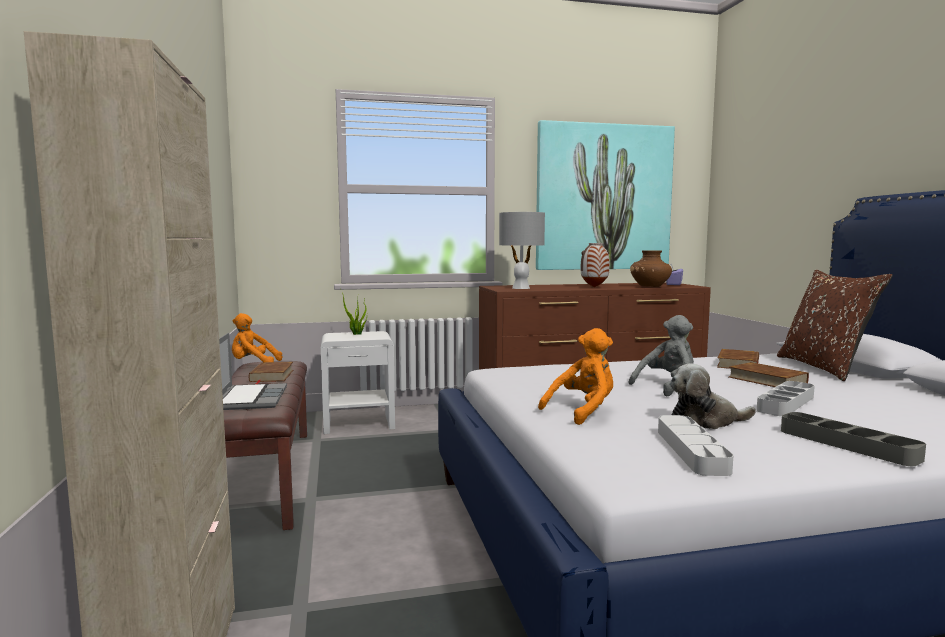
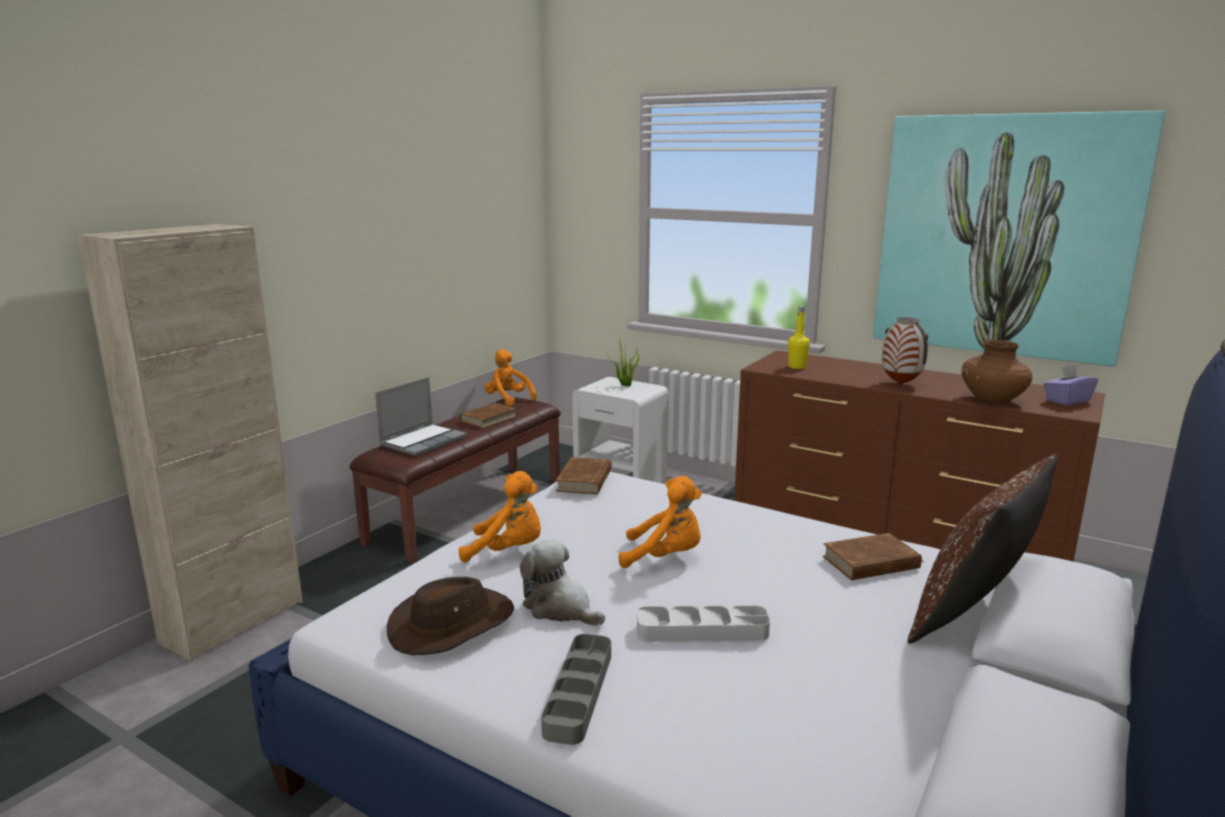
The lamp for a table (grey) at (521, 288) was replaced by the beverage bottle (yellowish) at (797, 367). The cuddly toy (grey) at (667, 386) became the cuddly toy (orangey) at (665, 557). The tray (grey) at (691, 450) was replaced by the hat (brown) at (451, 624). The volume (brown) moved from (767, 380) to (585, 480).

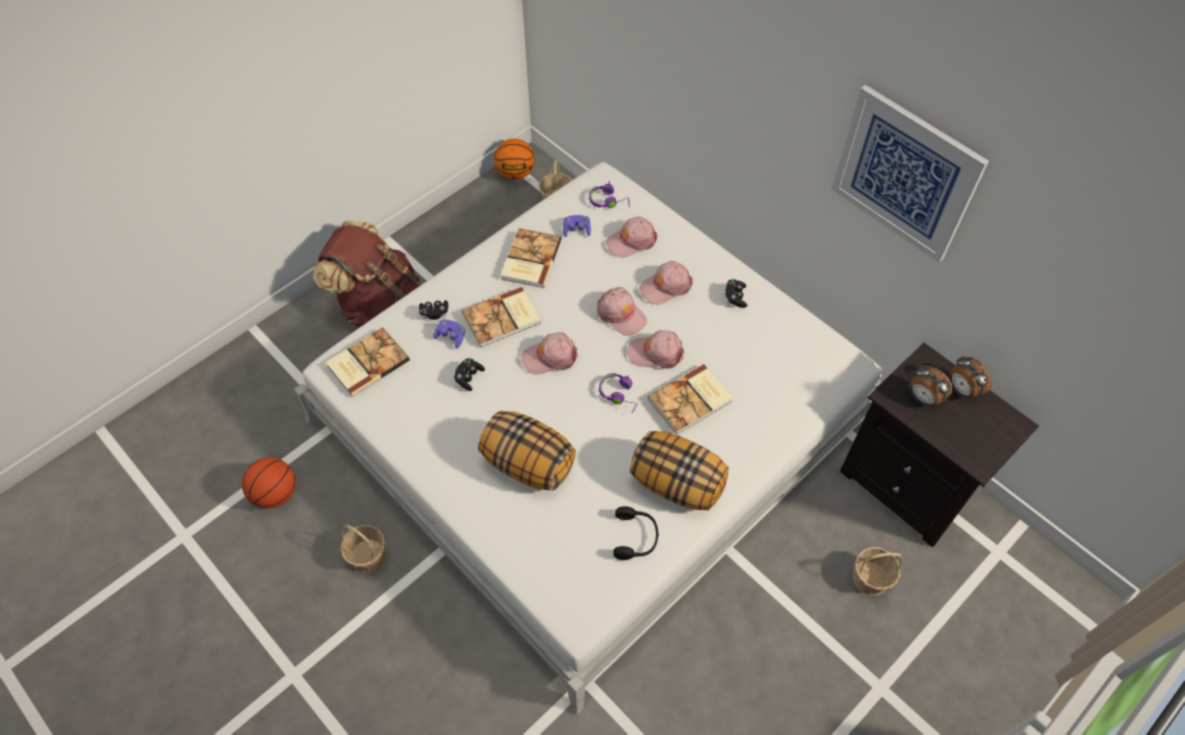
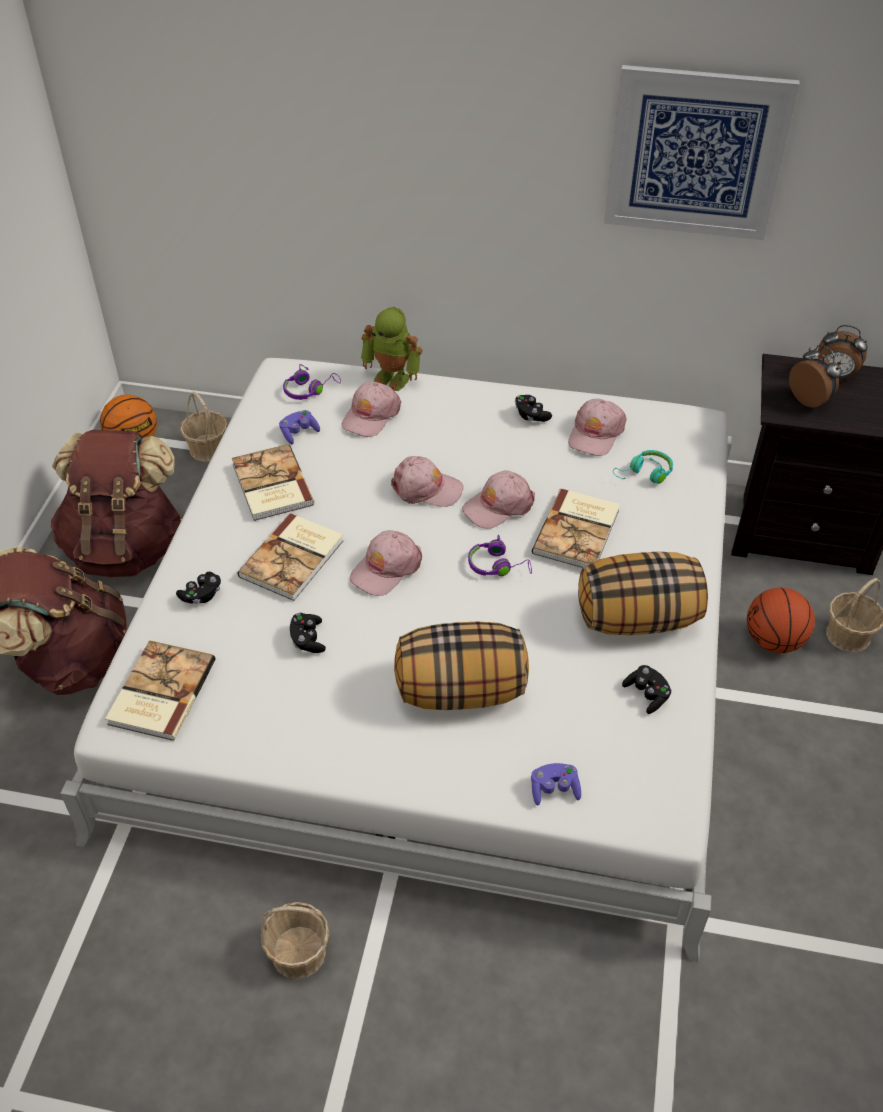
The ball for basketball moved from (275, 494) to (774, 640). The game controller (purplish) moved from (451, 337) to (554, 790). The pair of headphones (black) at (636, 537) was replaced by the game controller (black) at (647, 695). The baseball cap (pink-coloured) moved from (665, 286) to (595, 433). The alarm clock at (923, 398) turned 135 degrees counterclockwise. The backpack (brown) at (126, 547) appeared. The toy robot at (393, 378) appeared. The pair of headphones (turquoise) at (645, 474) appeared.

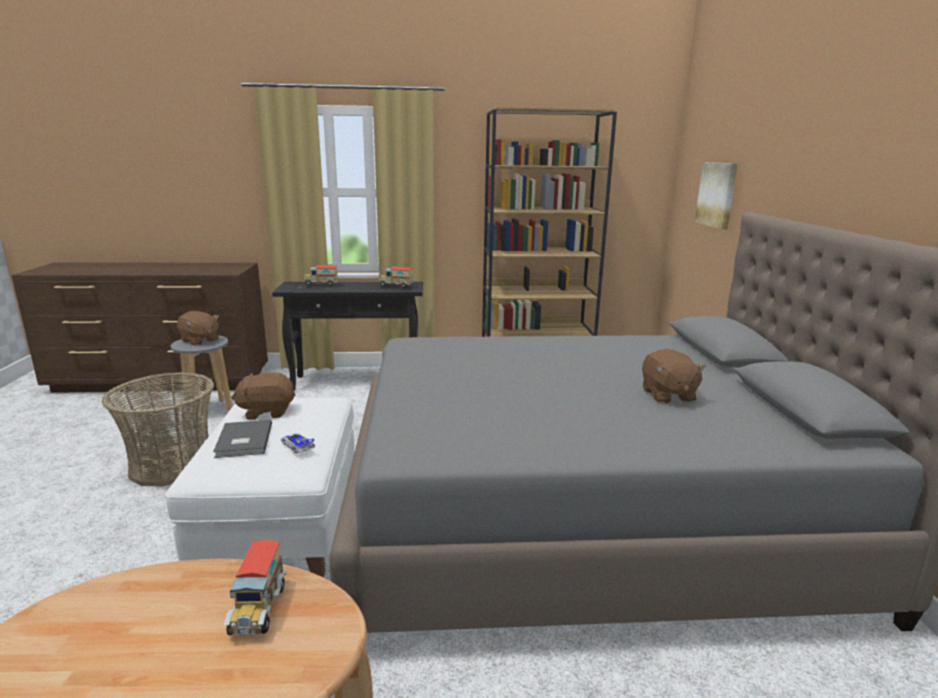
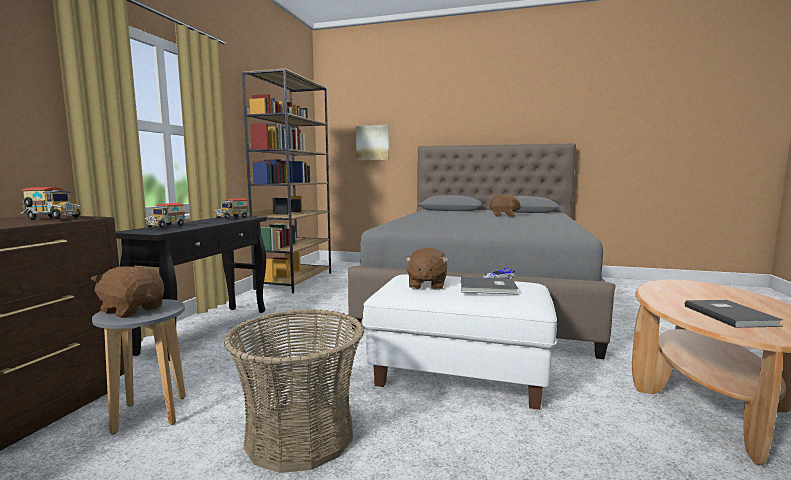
The cuddly toy (brown) at (199, 340) turned 120 degrees counterclockwise. The toy lorry moved from (257, 609) to (52, 219). The volume (grey) at (730, 315) appeared.

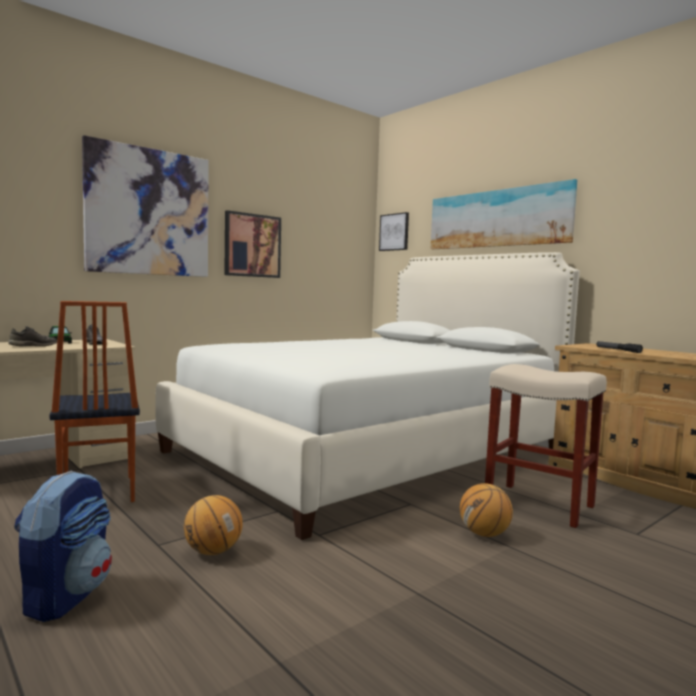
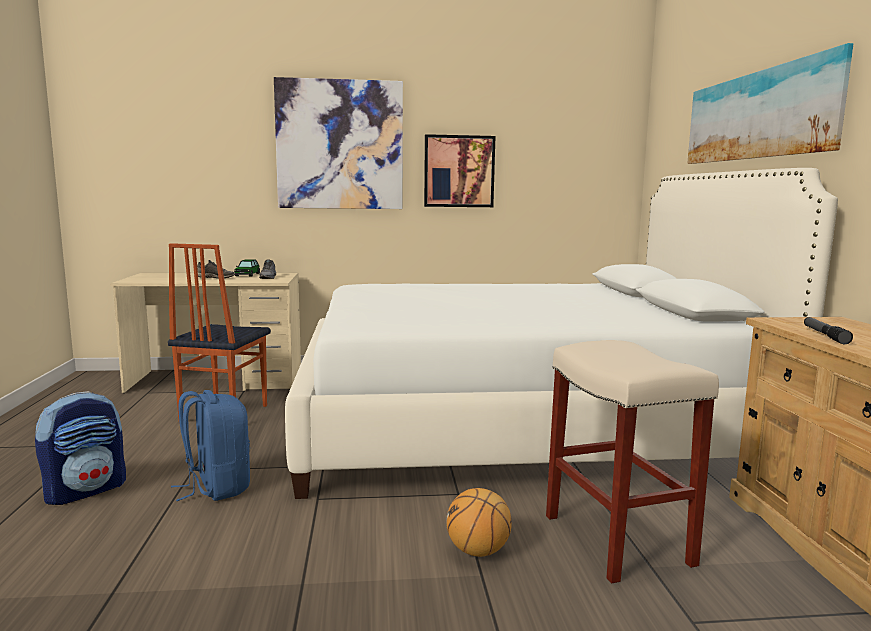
The ball for basketball at (212, 551) was replaced by the backpack (bluish) at (216, 487). The wall art at (394, 232) disappeared.

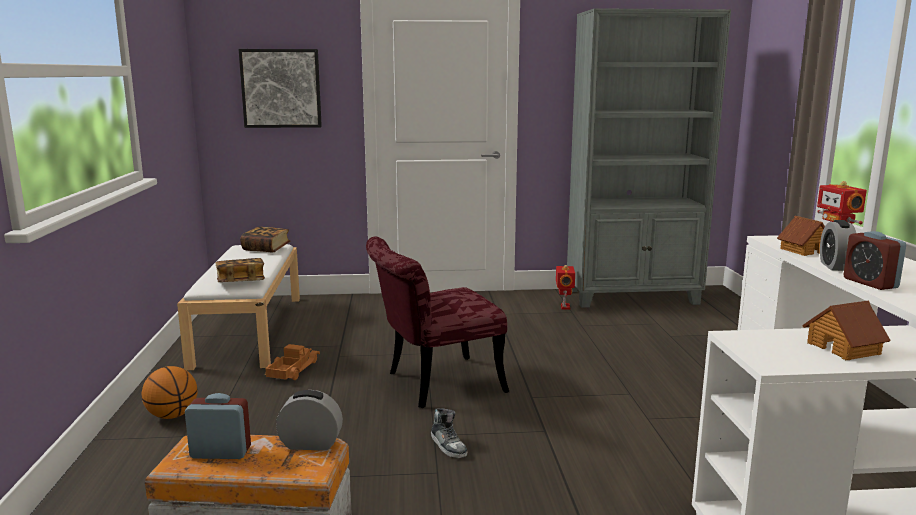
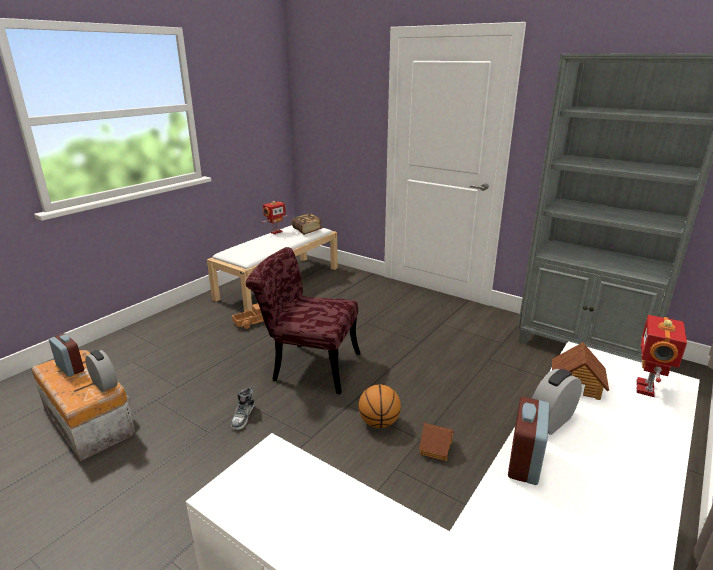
The ball for basketball moved from (172, 415) to (379, 422). The volume at (241, 282) disappeared. The wall art at (281, 88) disappeared. The toy robot moved from (564, 307) to (276, 232). The miniature house moved from (844, 348) to (436, 448).

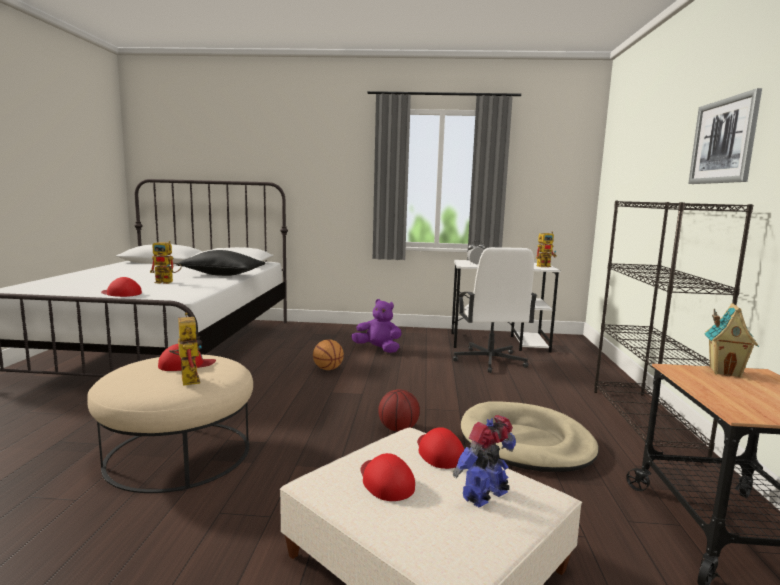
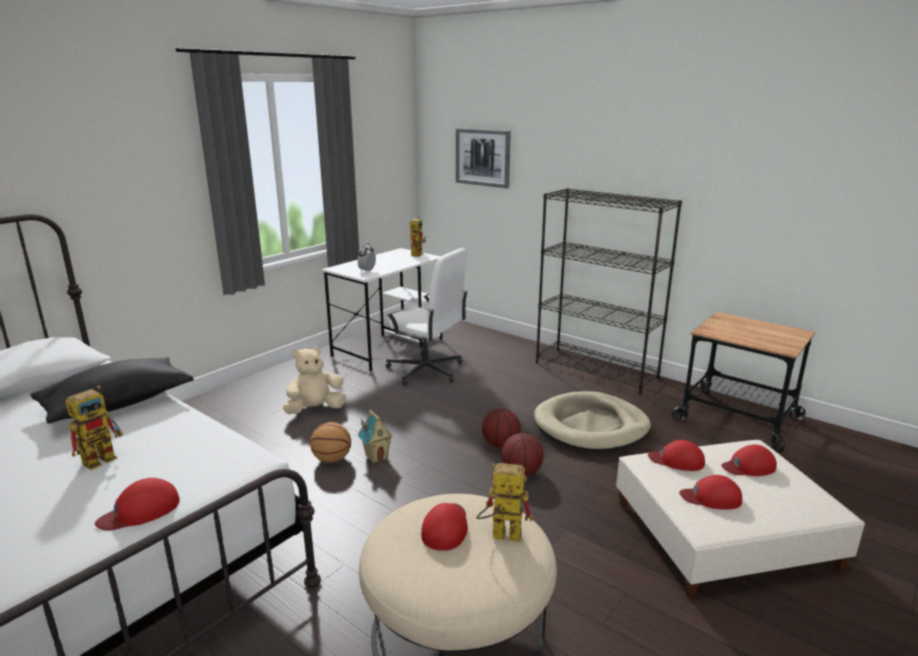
The cuddly toy (purplish) at (378, 349) became the cuddly toy (beige) at (315, 409). The toy robot at (486, 496) was replaced by the baseball cap (reddish) at (748, 466). The wall art moved from (723, 141) to (482, 157). The miniature house moved from (725, 372) to (376, 457). The ball for basketball at (500, 444) appeared.

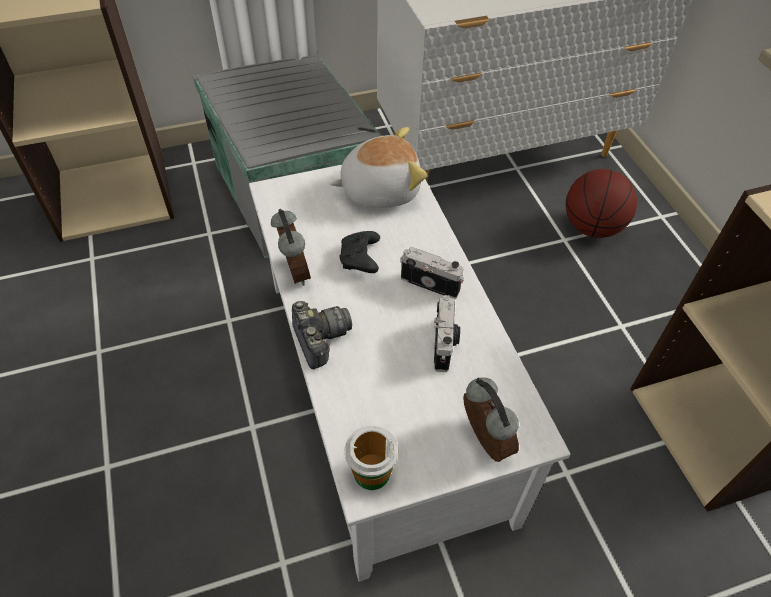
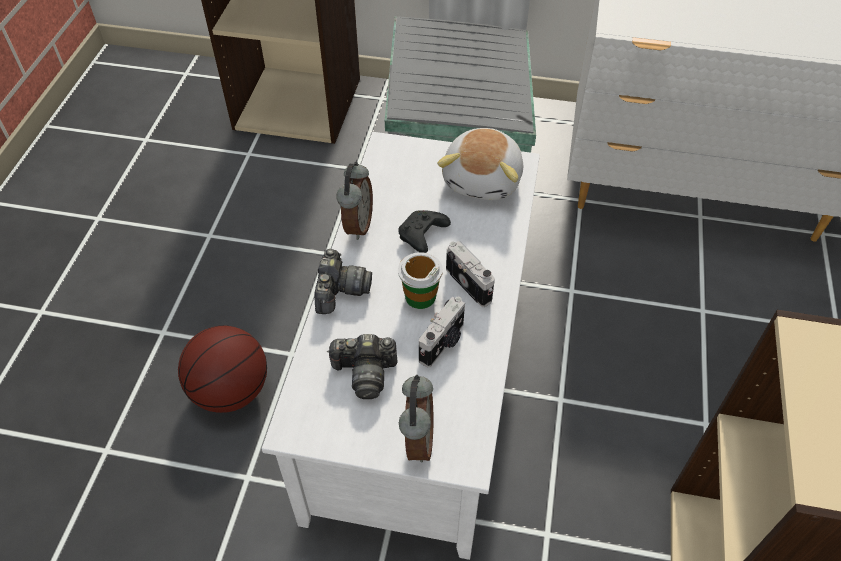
The cuddly toy at (379, 189) turned 90 degrees clockwise. The small cup moved from (371, 472) to (420, 296). The ball for basketball moved from (592, 227) to (231, 391). The still camera at (365, 373) appeared.

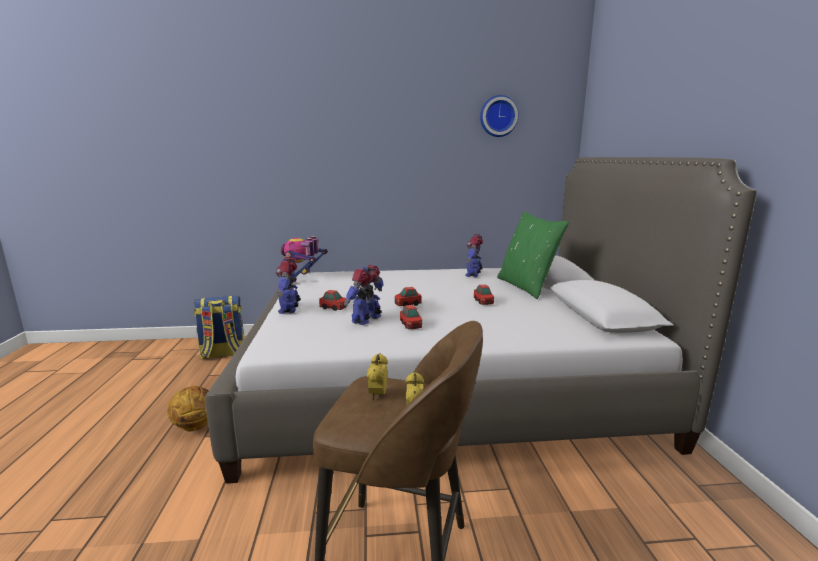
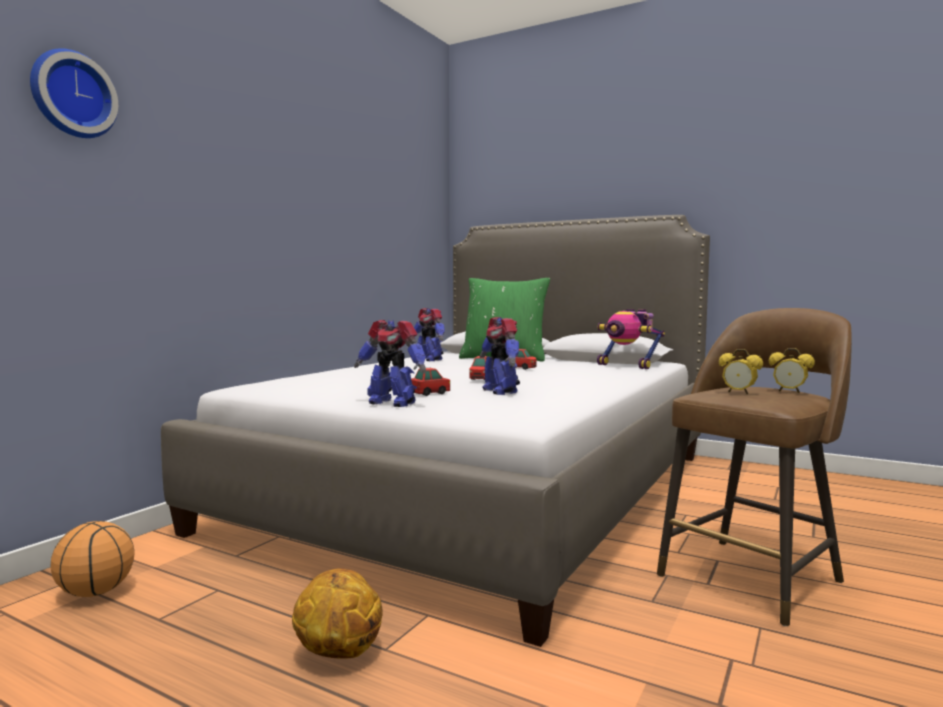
The backpack at (223, 354) was replaced by the ball for basketball at (95, 593). The toy robot moved from (304, 278) to (627, 366). The toy car at (411, 325) disappeared. The wall clock moved from (498, 116) to (72, 95).

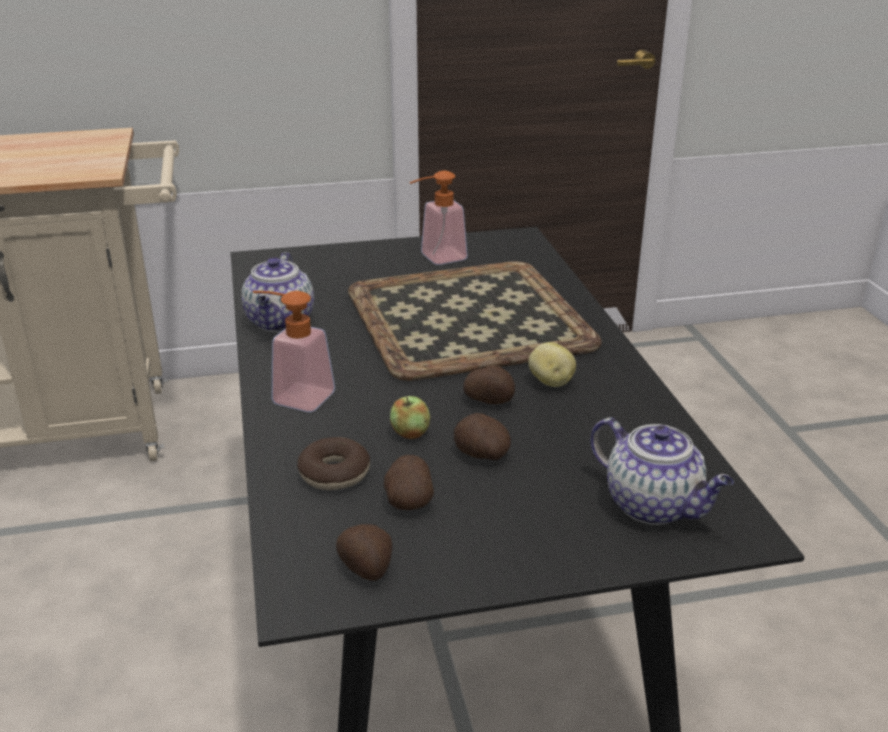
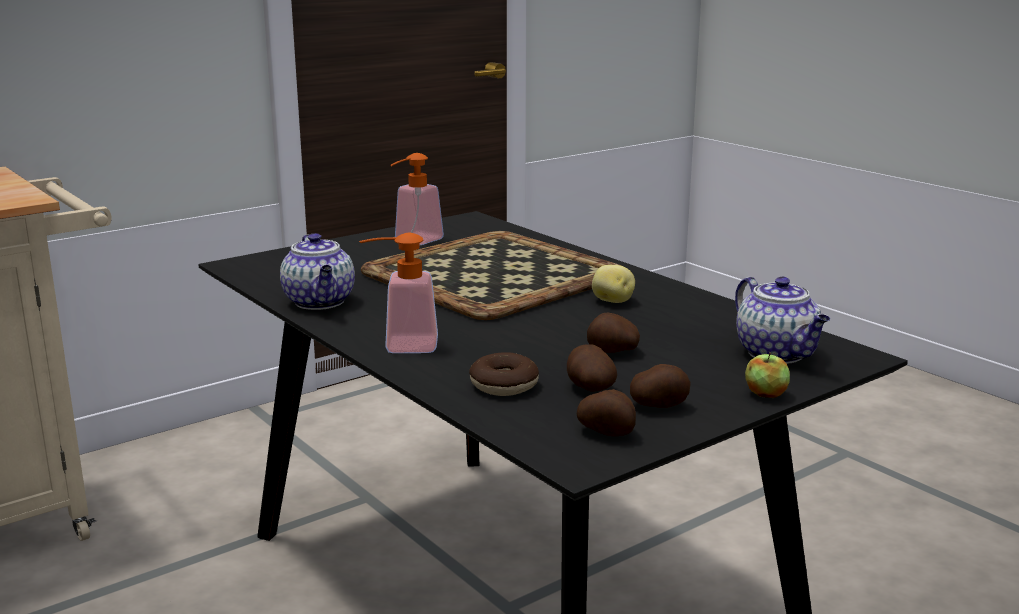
The whole apple moved from (410, 433) to (765, 394). The potato moved from (489, 401) to (659, 406). The tea pot at (654, 506) turned 45 degrees clockwise.

